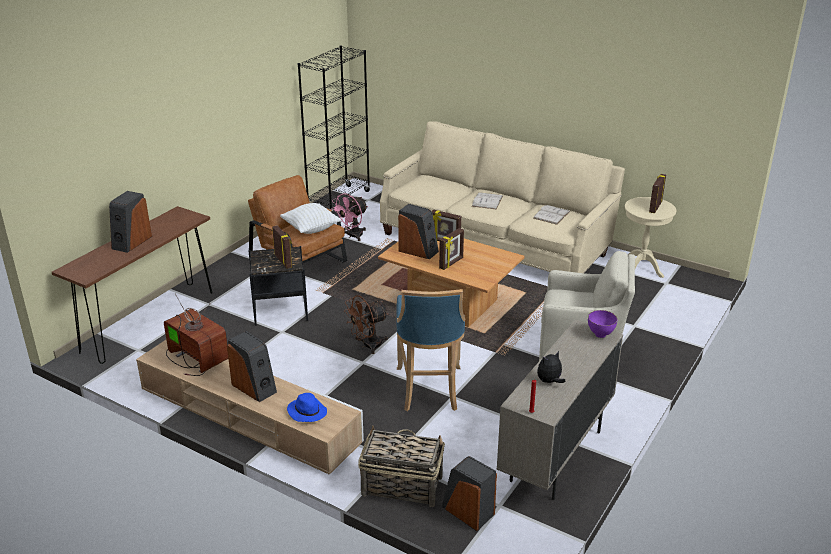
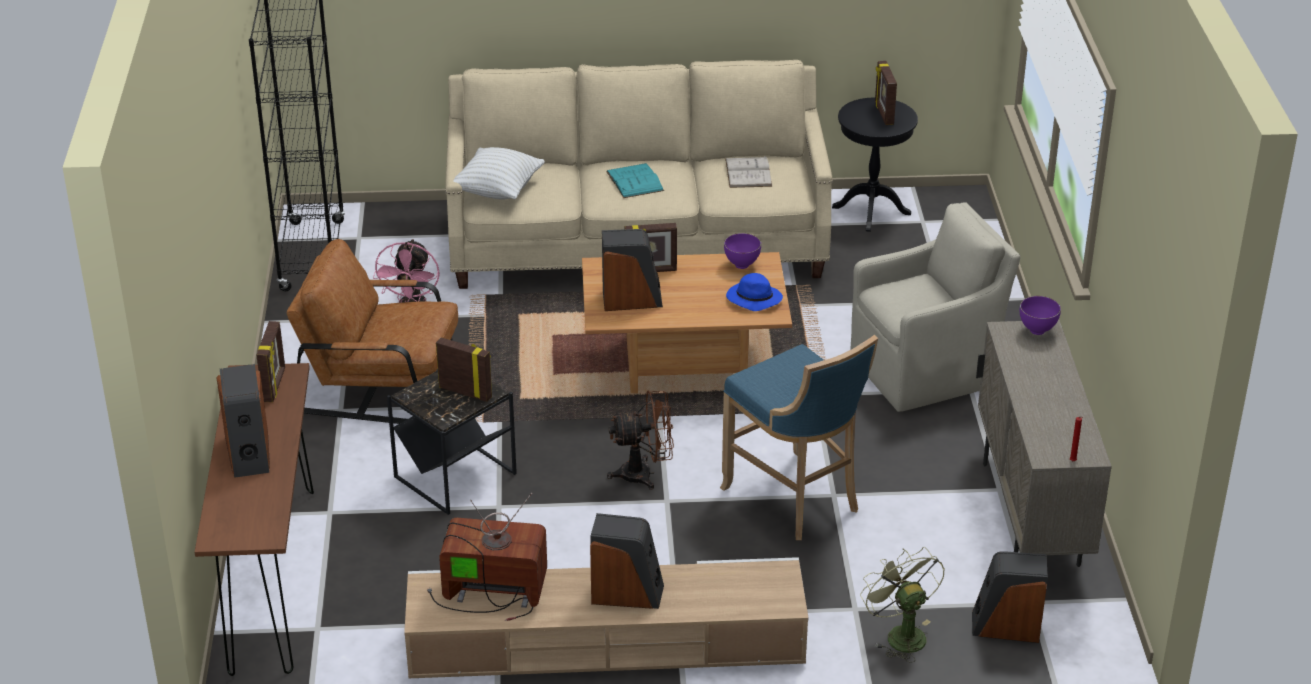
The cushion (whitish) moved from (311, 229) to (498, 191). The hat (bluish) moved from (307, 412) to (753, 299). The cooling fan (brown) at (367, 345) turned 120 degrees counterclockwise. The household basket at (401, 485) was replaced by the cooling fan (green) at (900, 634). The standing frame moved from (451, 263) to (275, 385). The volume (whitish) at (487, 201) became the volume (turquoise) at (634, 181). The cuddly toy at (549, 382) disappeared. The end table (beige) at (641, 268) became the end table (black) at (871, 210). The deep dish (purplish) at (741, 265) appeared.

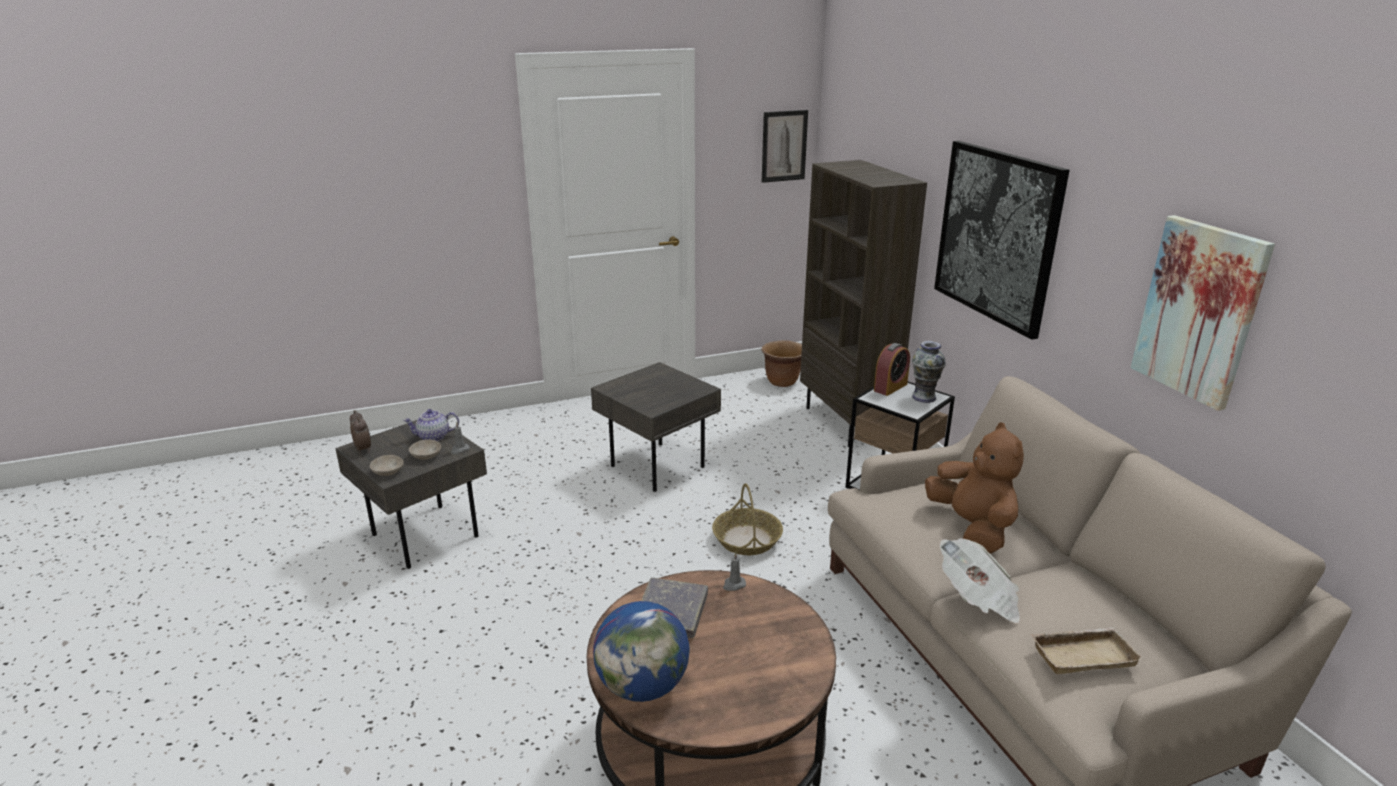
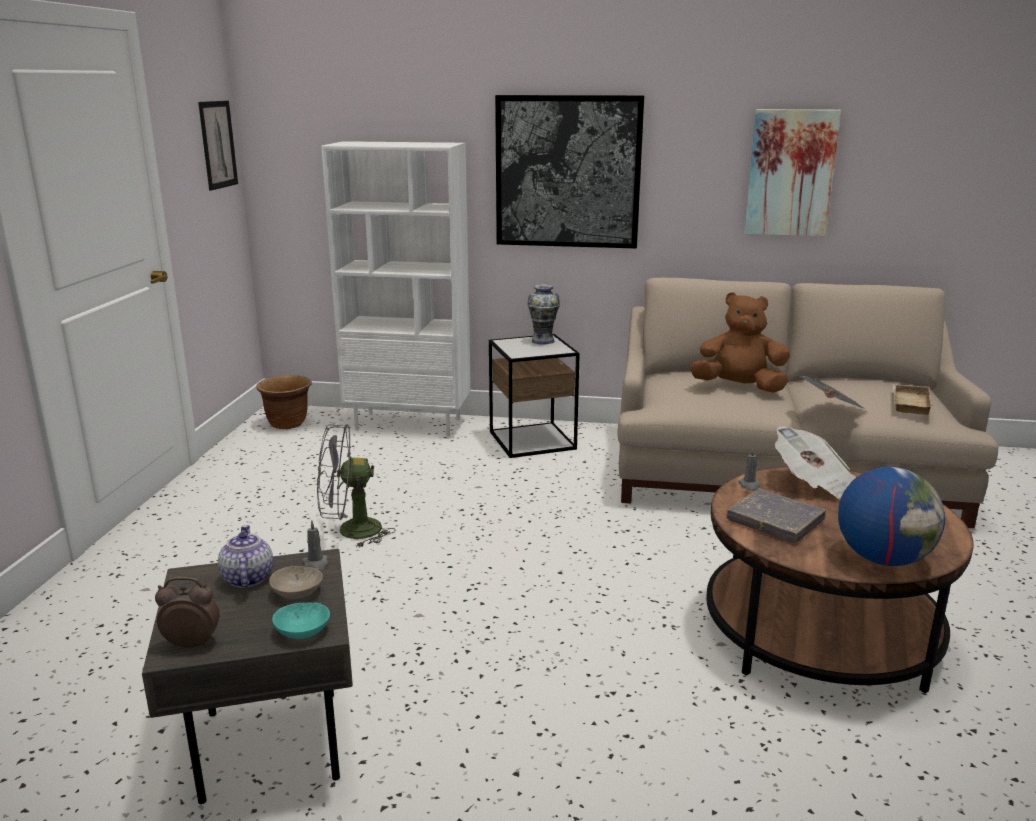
The deep dish (beige) at (387, 472) became the deep dish (turquoise) at (301, 632). The tea pot at (433, 437) turned 150 degrees clockwise. The end table (grey) at (657, 468) was replaced by the cooling fan (grey) at (350, 532). The household basket at (747, 540) disappeared. The bookcase (brown) at (847, 423) became the bookcase (whitish) at (409, 424). The alarm clock at (890, 387) disappeared. The printed paper at (814, 484) appeared.

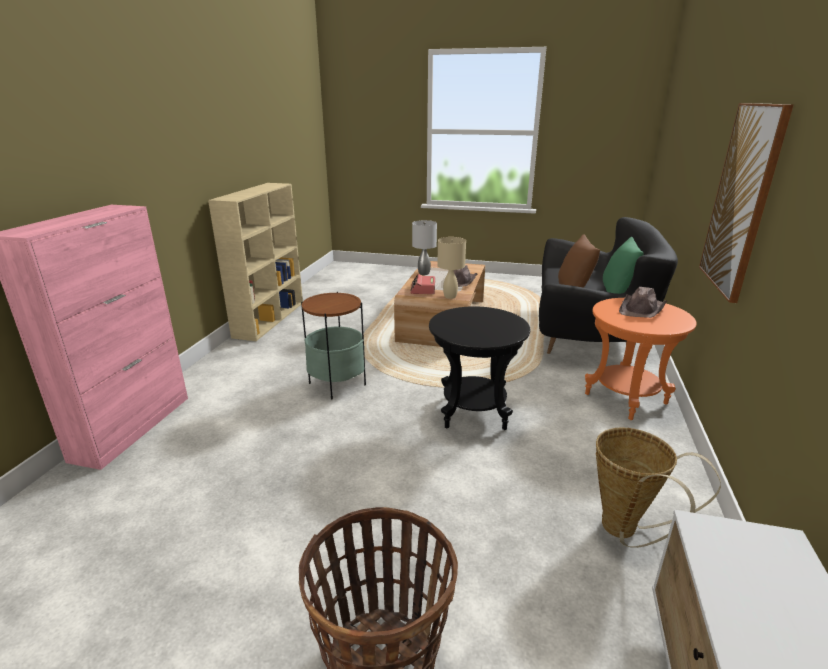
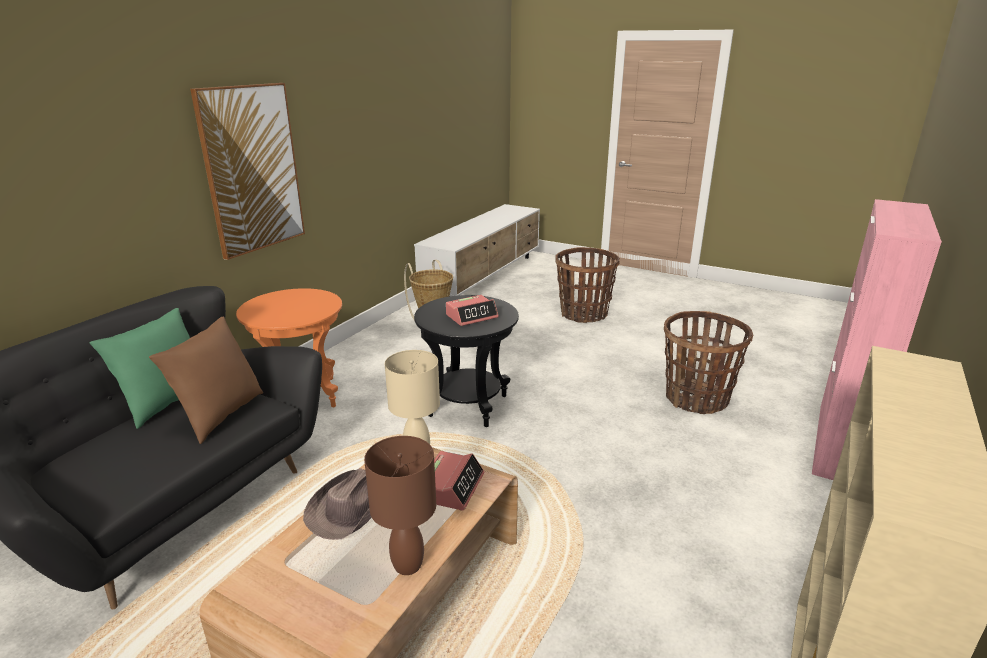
The end table at (337, 384) disappeared. The lamp for a table (grey) at (424, 273) became the lamp for a table (brown) at (407, 564). The hat (brown) at (642, 309) disappeared. The alarm clock at (472, 316) appeared. The household basket at (696, 399) appeared.

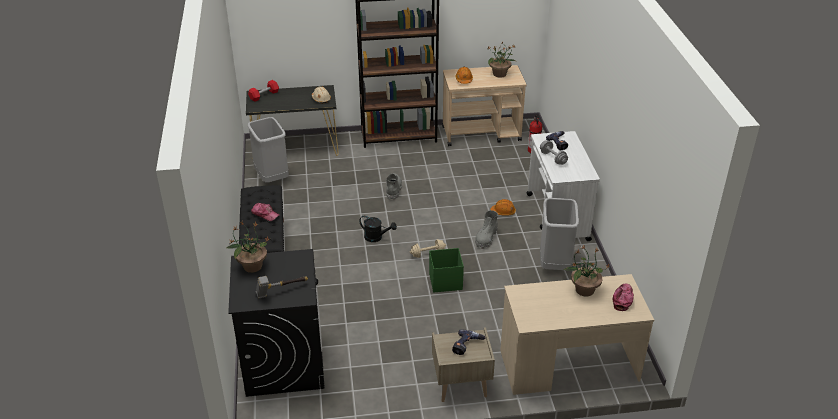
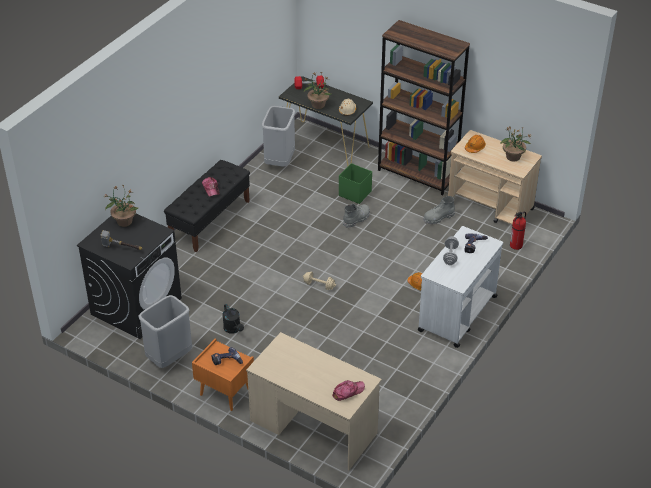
The watering can (black) moved from (376, 237) to (233, 329). The storage container (green) moved from (445, 282) to (354, 193). The night table (beige) at (460, 385) became the night table (orangey) at (224, 392). The high-top boot (grey) moved from (486, 238) to (438, 218). The trash can (grey) moved from (554, 264) to (169, 357). The plant in a pot moved from (584, 290) to (318, 105).

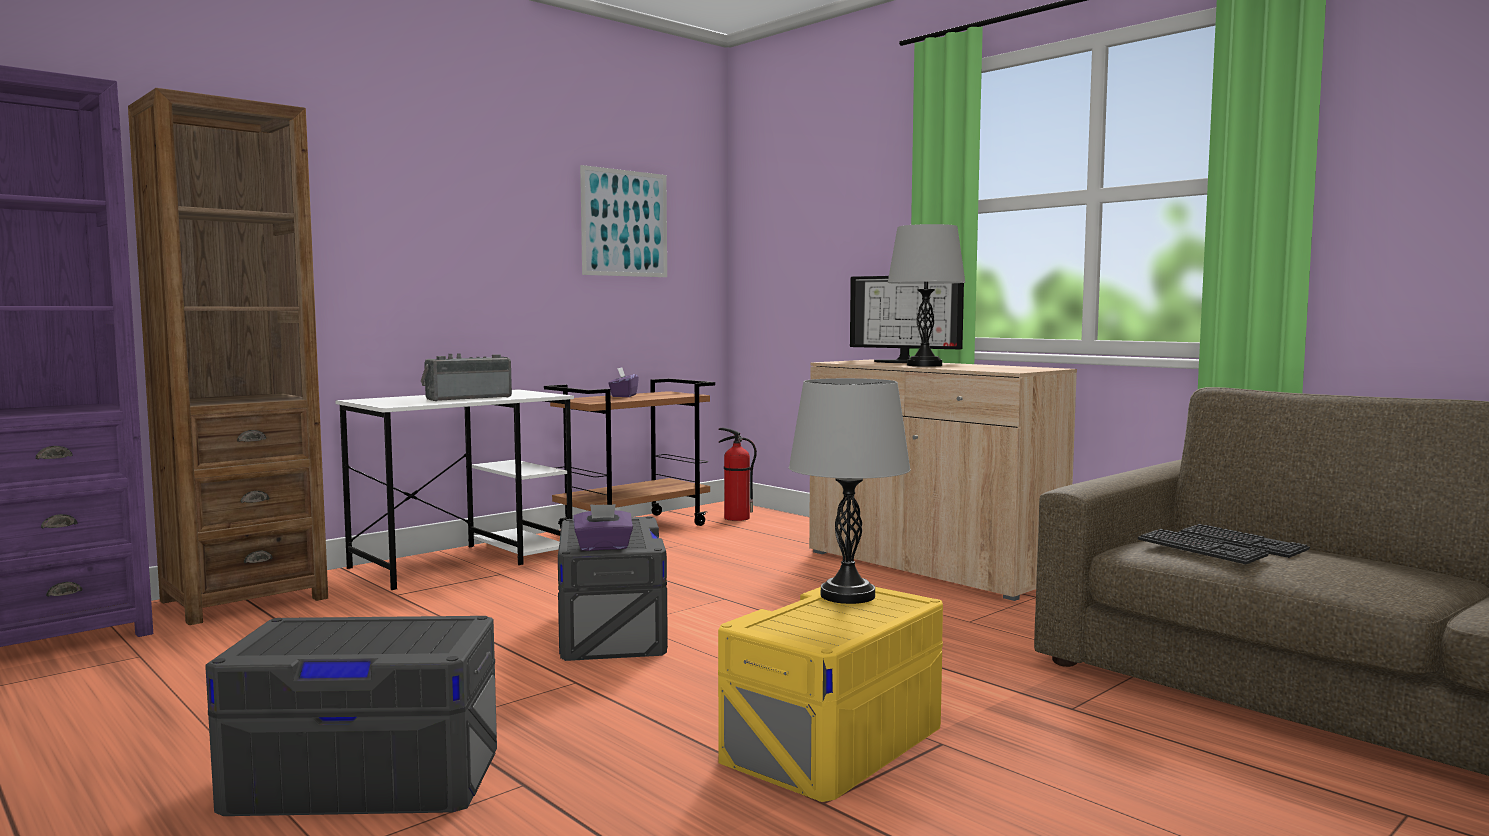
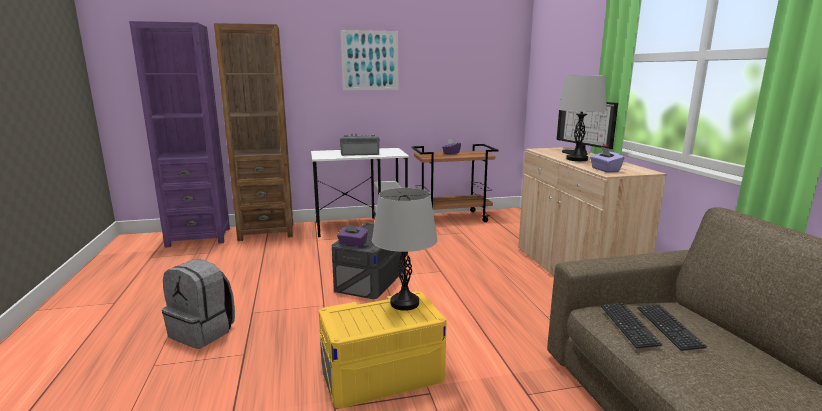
The storage container (grey) at (365, 777) was replaced by the backpack (grey) at (203, 332). The wall art moved from (625, 223) to (370, 60). The fire extinguisher at (735, 518) disappeared. The tissue holder (purplish) at (605, 170) appeared.

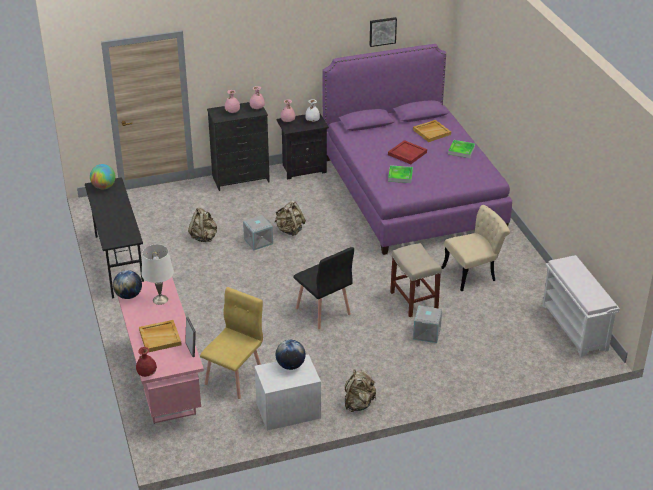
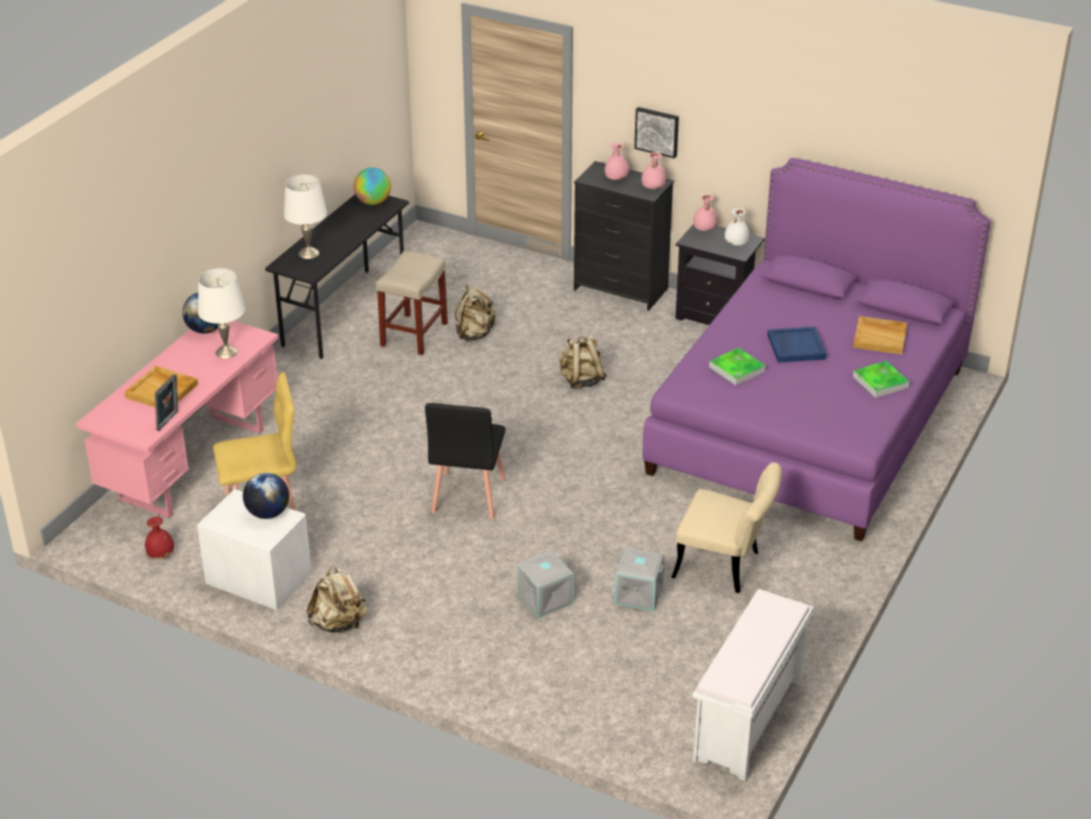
The decorative vase (reddish) moved from (147, 373) to (161, 555). The storage container (grey) moved from (258, 241) to (639, 593). The wall art moved from (382, 31) to (657, 131). The tray (reddish) at (407, 153) became the tray (bluish) at (795, 347). The stool seat (beige) moved from (414, 301) to (414, 335). The lamp for a table (whitish) at (308, 253) appeared.

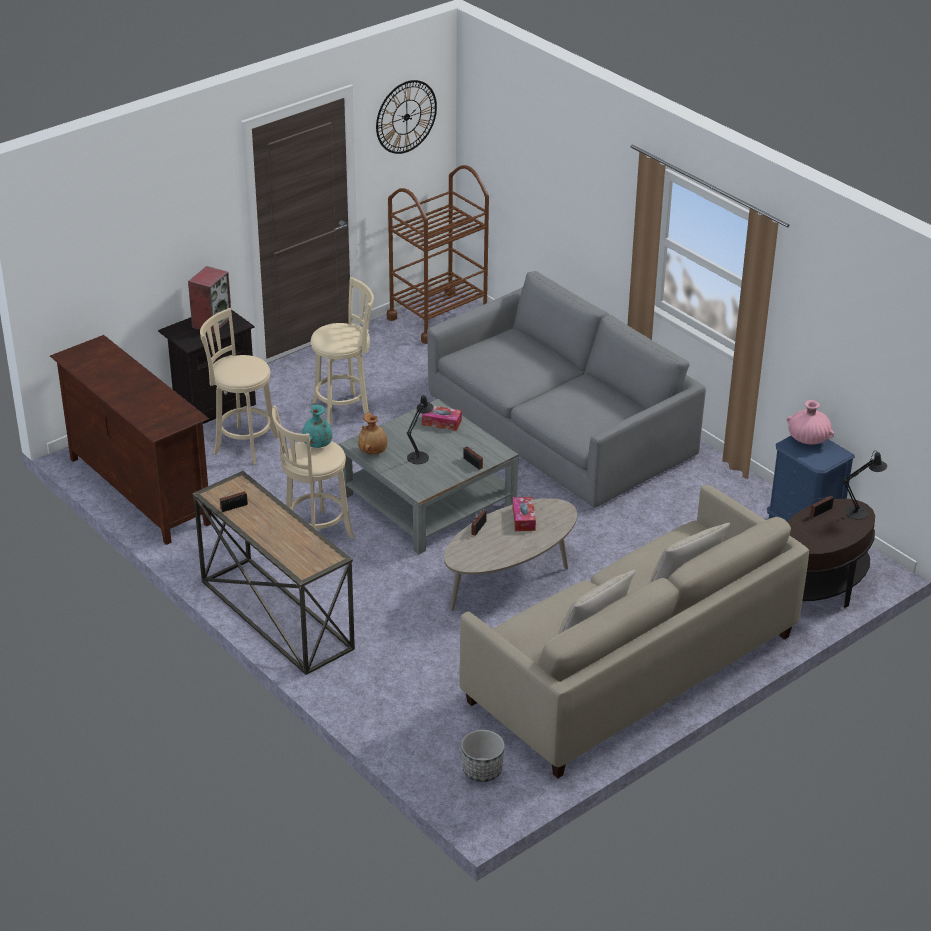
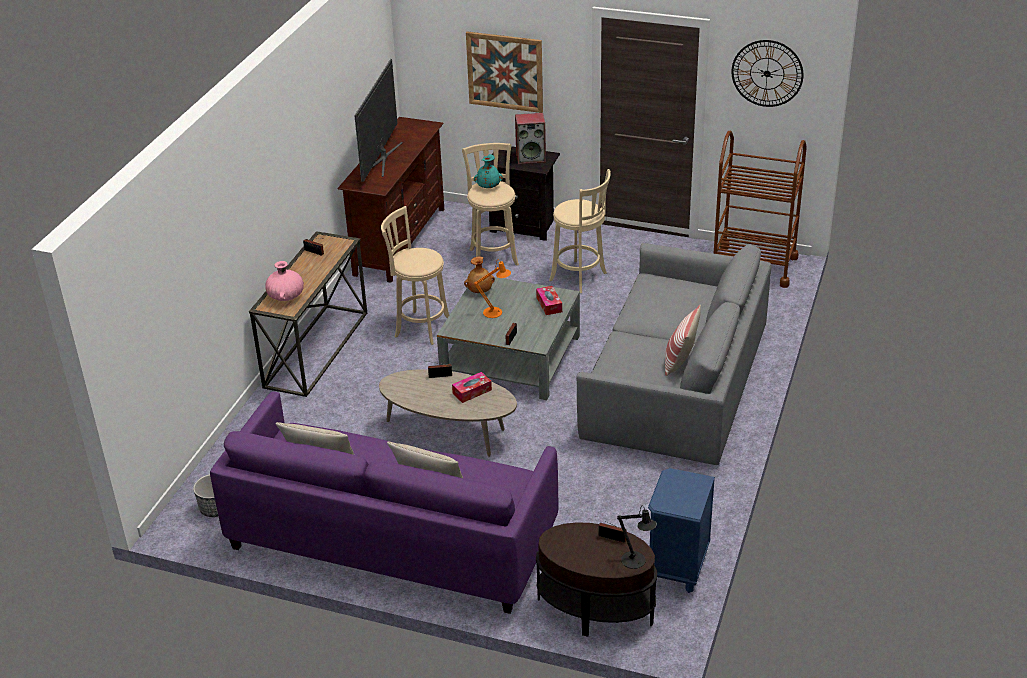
The decorative vase (turquoise) moved from (317, 445) to (488, 186). The lamp for a table (black) at (419, 456) became the lamp for a table (orangey) at (495, 312). The couch (beige) at (631, 669) became the couch (purplish) at (391, 538). The decorative vase (pink-coloured) moved from (808, 439) to (286, 296). The TV at (381, 158) appeared. The wall art at (505, 71) appeared. The cushion at (680, 361) appeared.

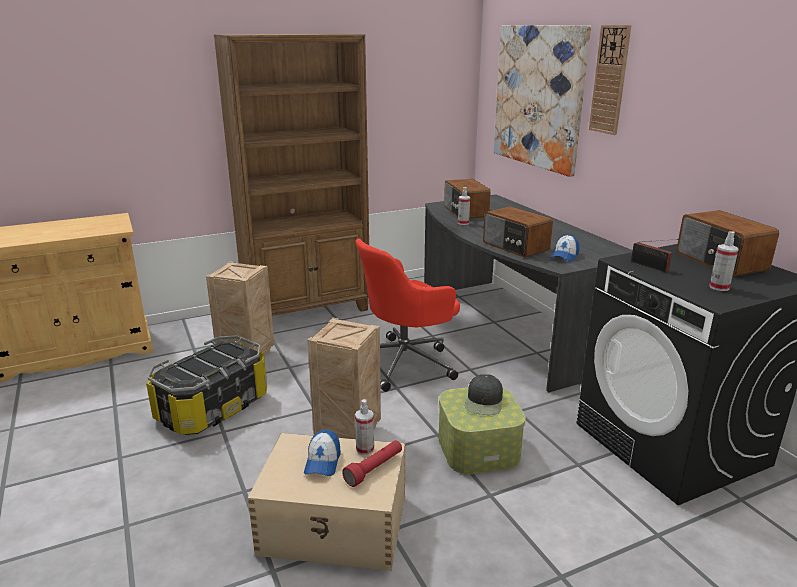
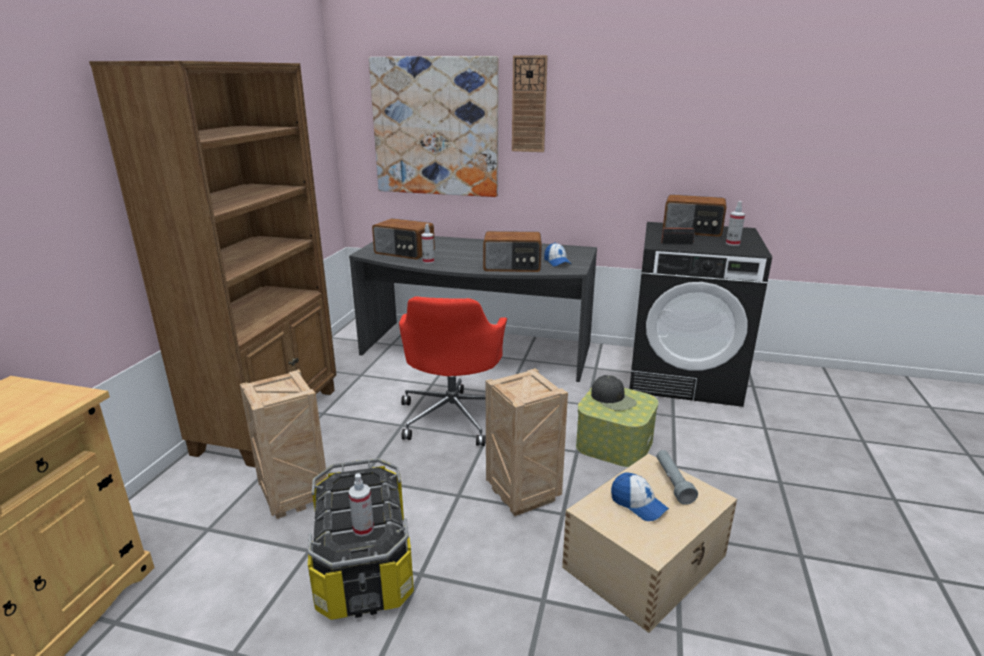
The hand torch (reddish) at (374, 469) became the hand torch (grey) at (673, 482). The spray bottle moved from (365, 449) to (363, 529).

